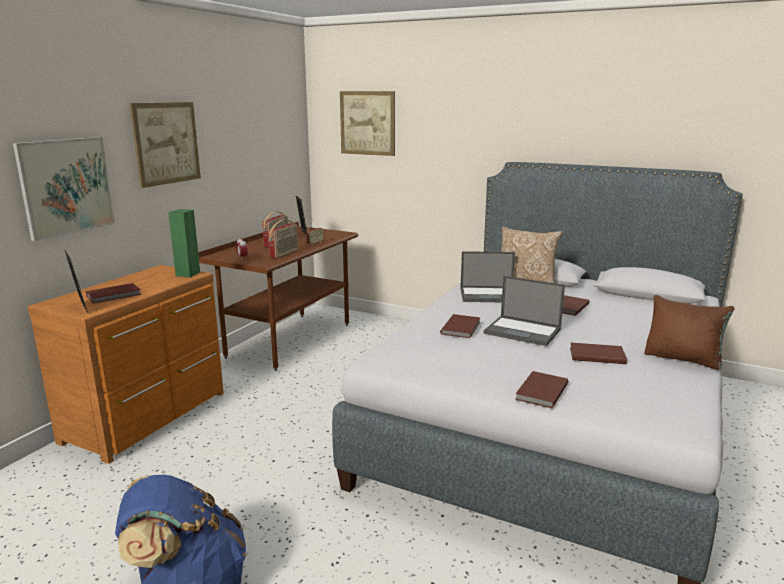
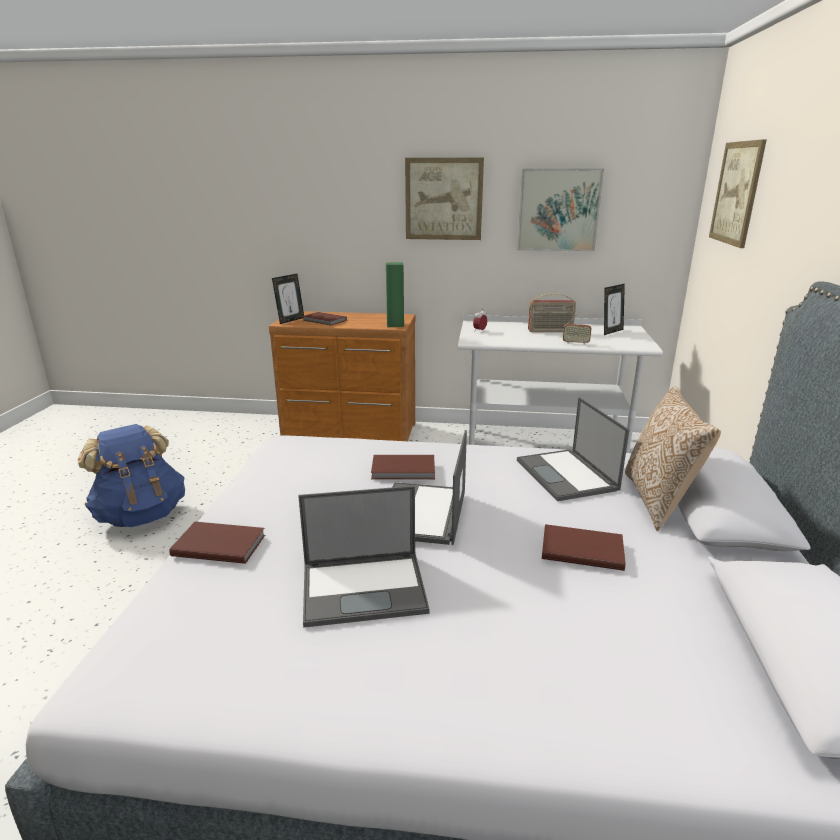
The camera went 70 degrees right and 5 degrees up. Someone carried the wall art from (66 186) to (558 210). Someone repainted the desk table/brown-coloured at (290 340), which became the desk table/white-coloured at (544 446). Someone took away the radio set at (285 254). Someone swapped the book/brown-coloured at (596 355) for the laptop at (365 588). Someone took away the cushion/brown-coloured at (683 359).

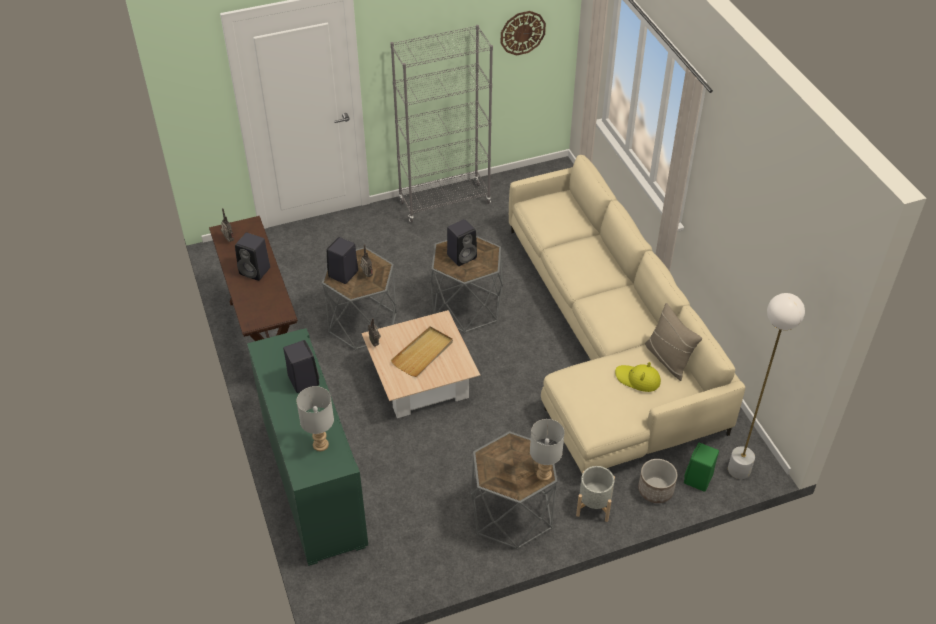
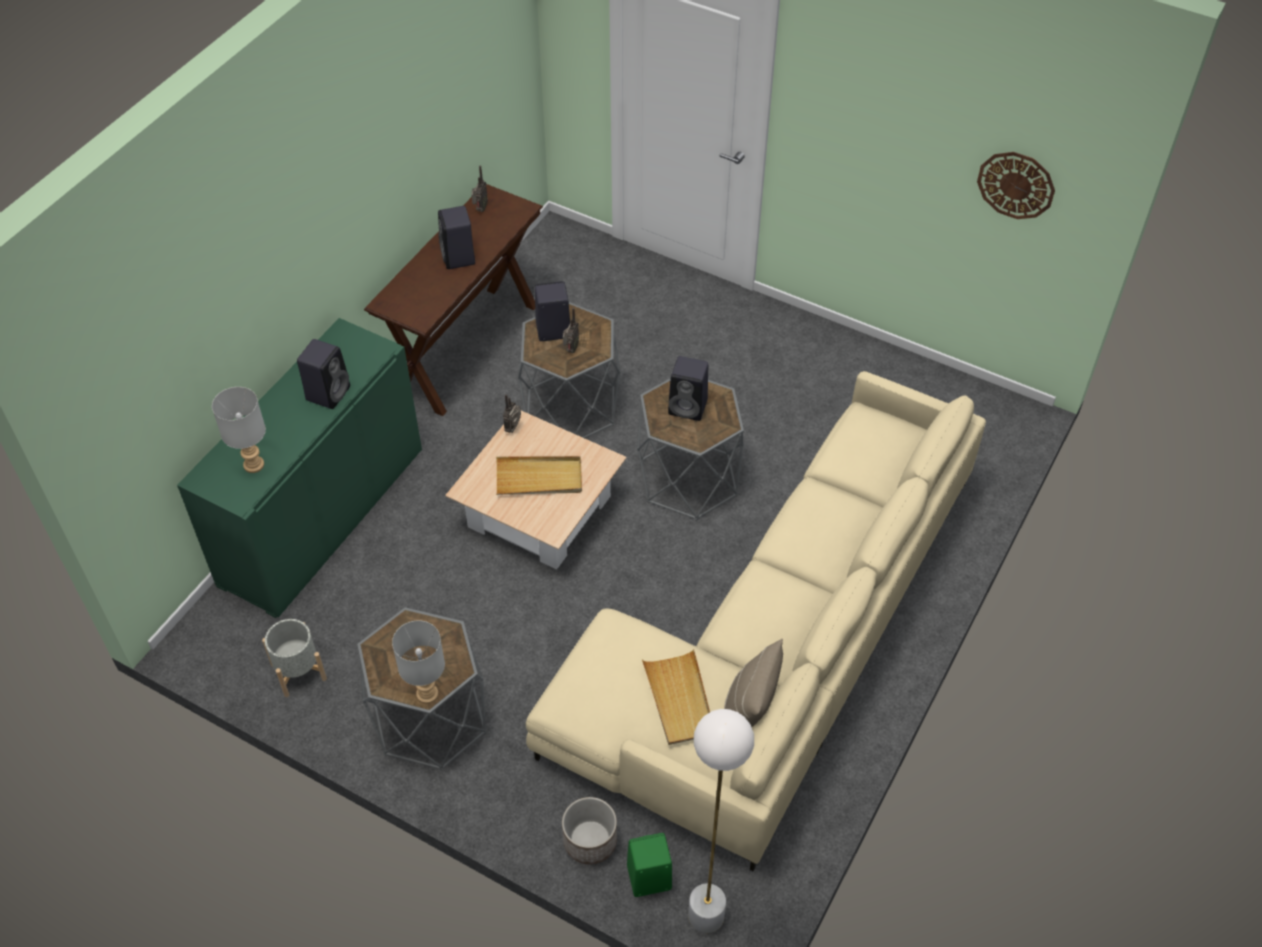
The camera went 50 degrees right and 5 degrees up. Someone took away the bookcase/greyish at (444 202). Someone carried the flower pot/greyish from (594 506) to (299 672). Someone swapped the wearable hat/yellowish at (637 379) for the carrying tray/beige-coloured at (679 700).

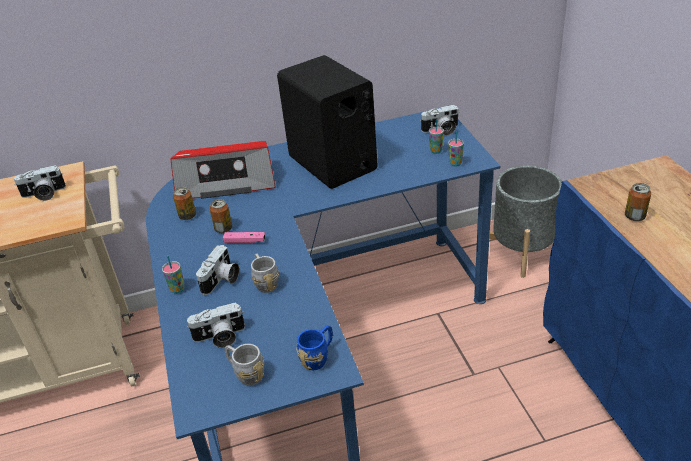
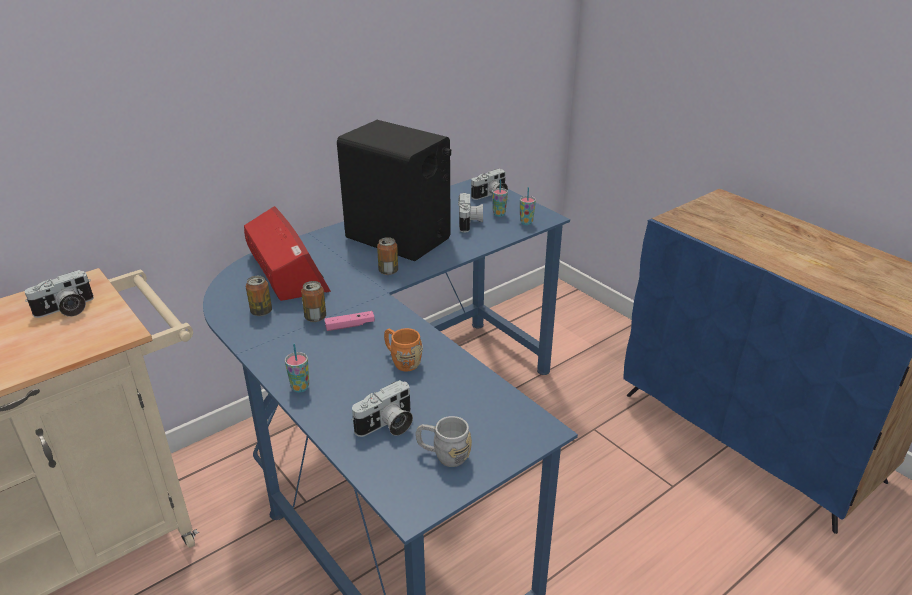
The camera went 25 degrees left and 5 degrees down. Someone rotated the radio set at (226 182) by 90 degrees counterclockwise. Someone carried the still camera from (221 280) to (470 223). Someone repainted the tea mug/greyish at (265 282), which became the tea mug/orange-coloured at (402 361). Someone took away the tea mug/bluish at (318 357). Someone took away the flower pot/greyish at (522 252). Someone carried the can from (635 216) to (388 271).

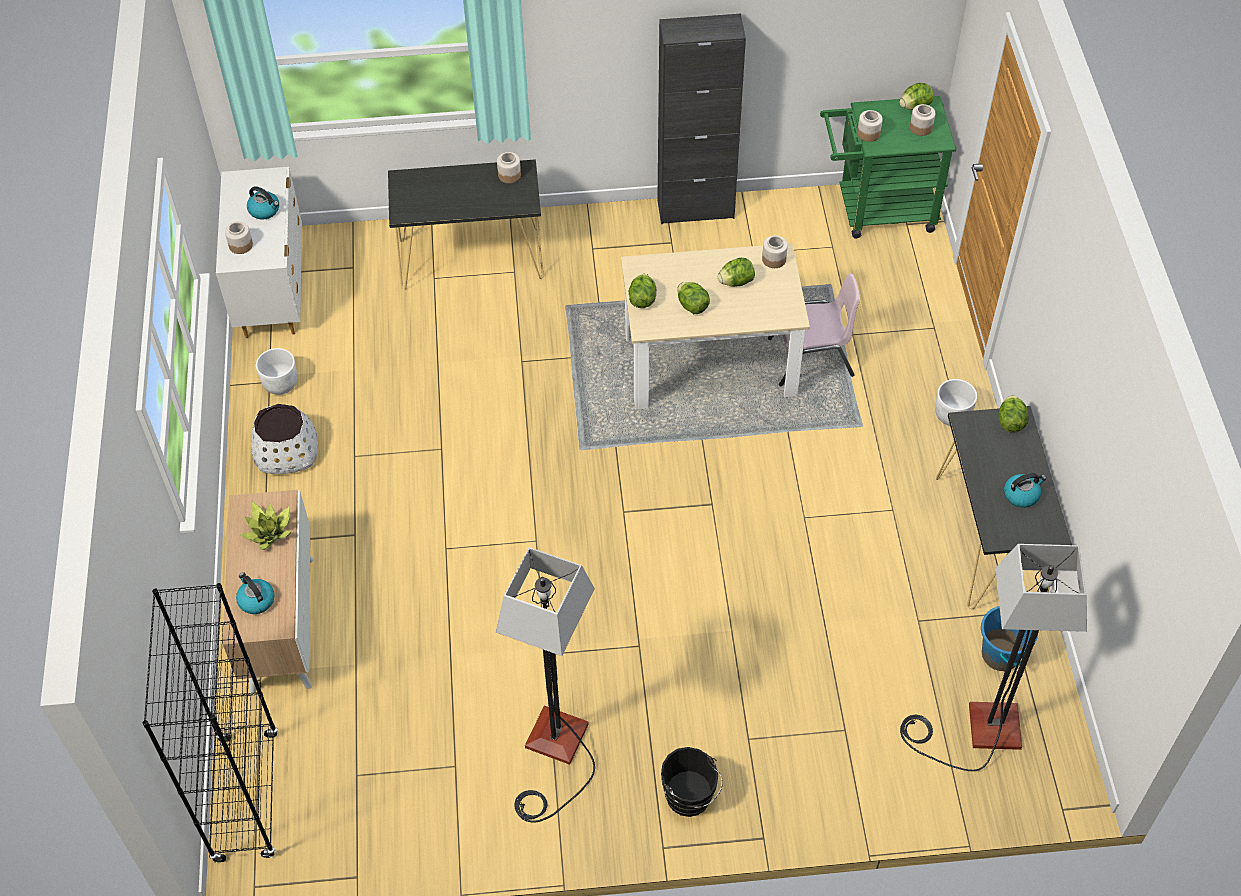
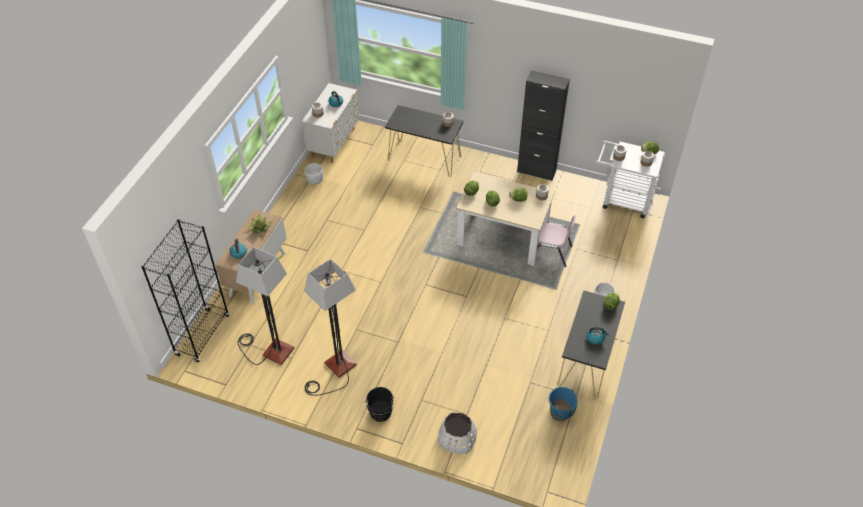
The camera went 25 degrees right and 5 degrees down. Someone carried the flower pot/white-coloured from (286 451) to (457 438). Someone repainted the wheeled cart/green-coloured at (877 210), which became the wheeled cart/white-coloured at (622 200). Someone carried the standard lamp from (977 731) to (270 350).

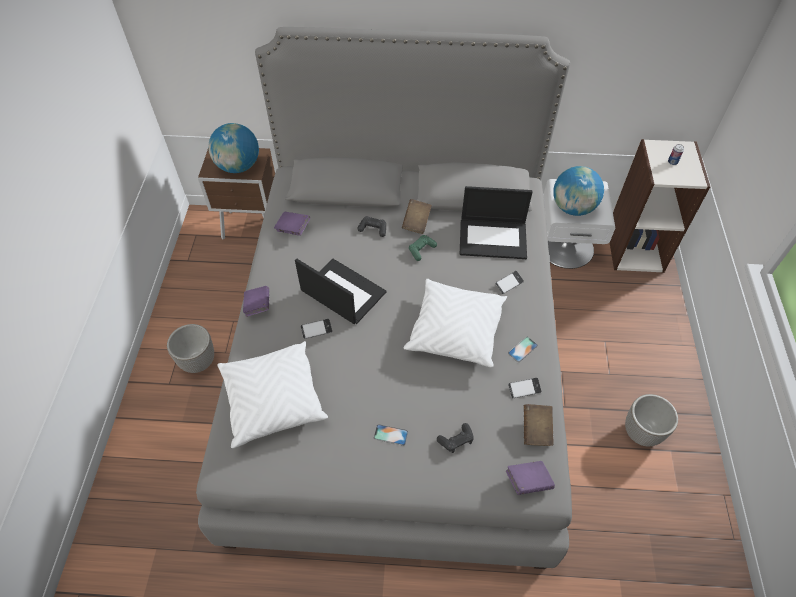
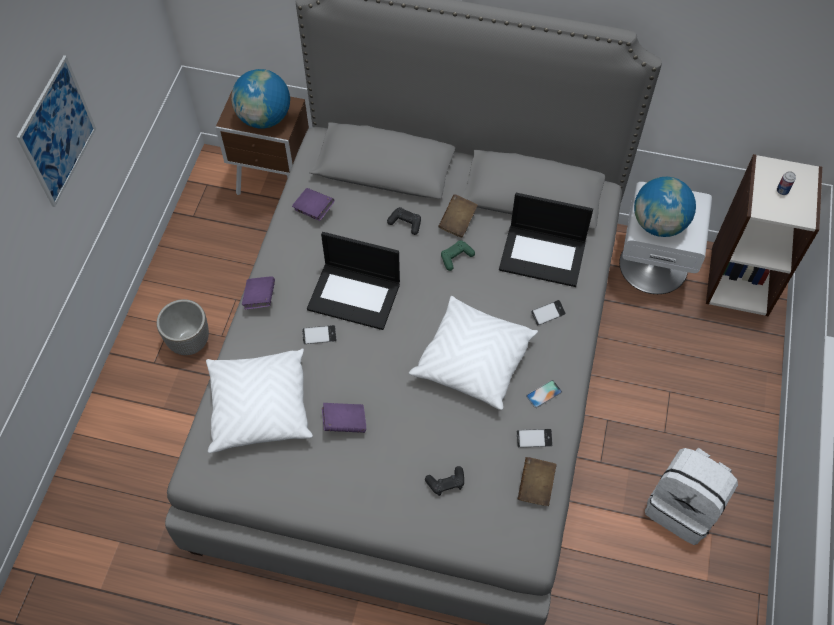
The camera went 10 degrees right and 5 degrees up. Someone rotated the laptop at (342 292) by 150 degrees clockwise. Someone took away the telephone at (390 435). Someone carried the book/purplish from (528 481) to (344 422). Someone swapped the flower pot at (641 432) for the knapsack/white-coloured at (683 507). Someone put up the wall art at (57 132).

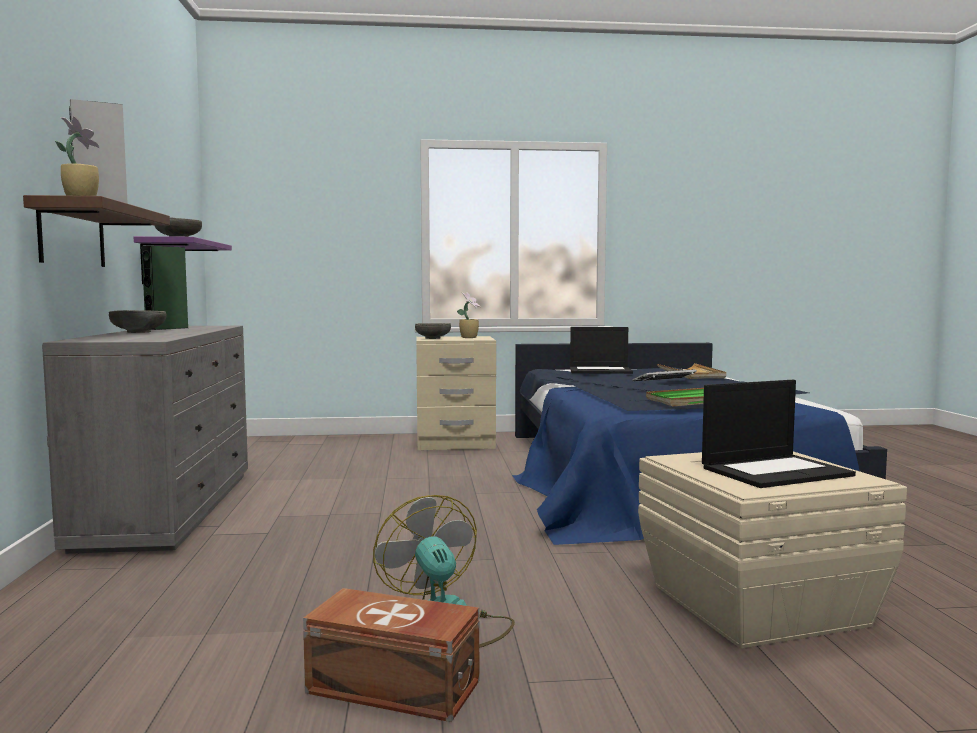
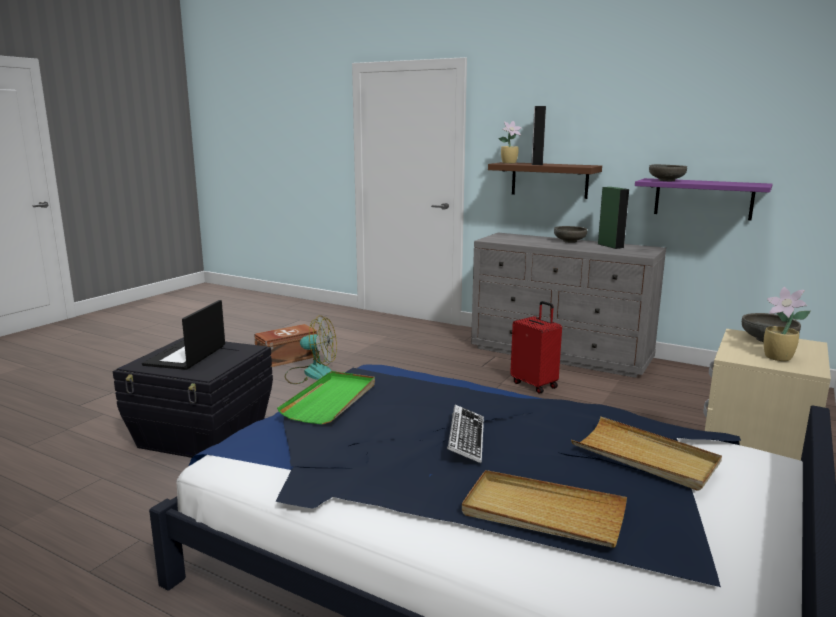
The camera went 125 degrees right and 10 degrees up. Someone swapped the laptop at (601 371) for the carrying tray/beige-coloured at (645 457). Someone repainted the storage container/beige-coloured at (757 604), which became the storage container/blackish at (203 435). Someone put down the suitcase/red at (535 384).

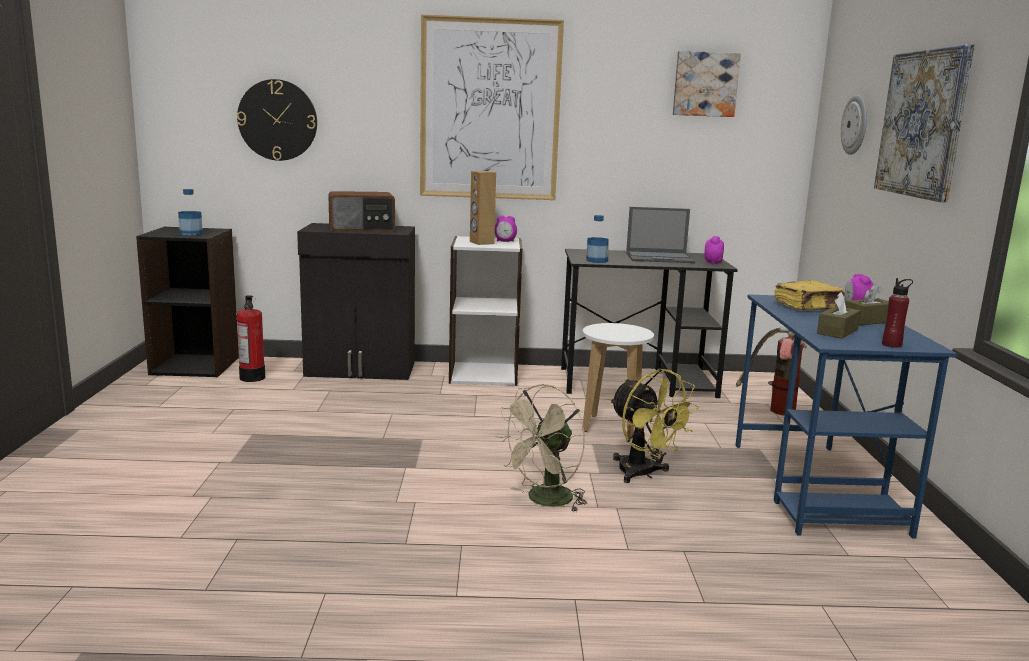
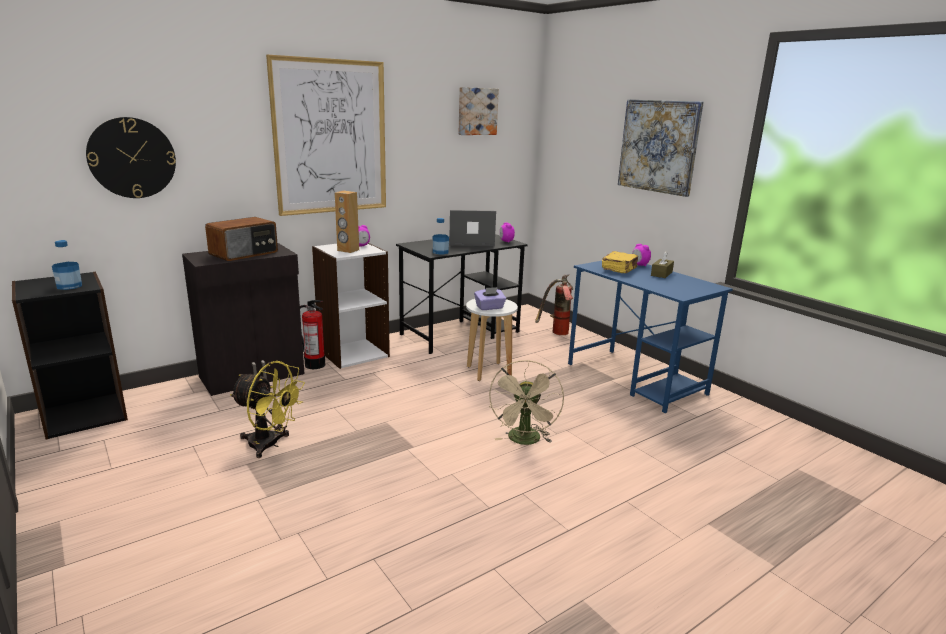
The camera went 35 degrees left and 5 degrees up. Someone carried the fire-fighting cylinder from (252 377) to (315 365). Someone carried the cooling fan/yellowish from (643 474) to (270 445). Someone rotated the laptop at (660 258) by 150 degrees counterclockwise. Someone took away the box of tissues/brown-coloured at (837 332). Someone took away the clock on the wall at (855 125). Someone took away the bottle/red at (891 345). Someone put down the box of tissues/purplish at (489 307).

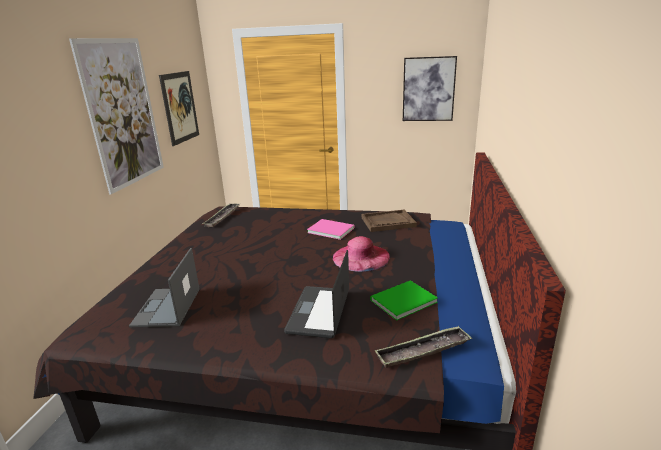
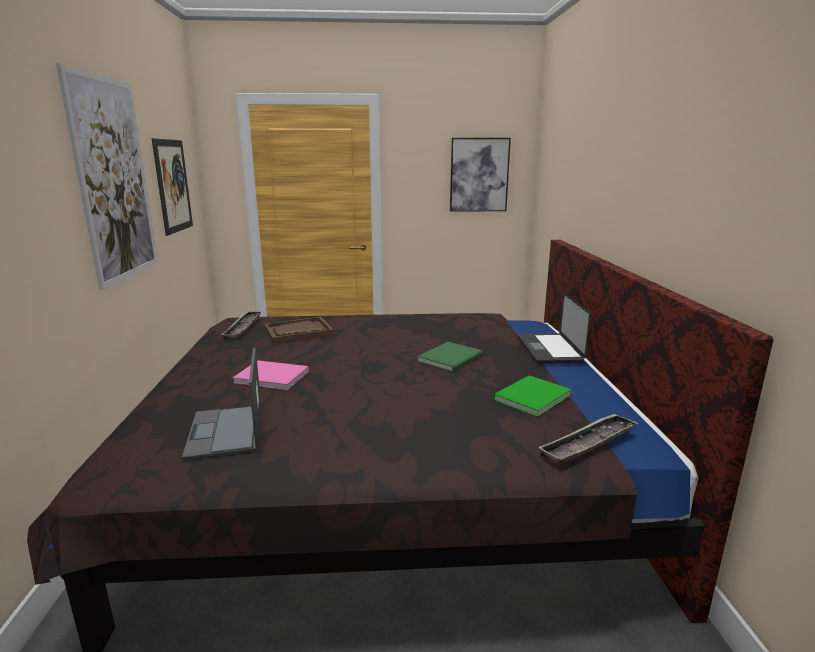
The camera went 15 degrees left and 5 degrees down. Someone carried the laptop from (319 312) to (549 349). Someone carried the book/pinkish from (330 229) to (271 376). Someone swapped the wearable hat/pinkish at (361 257) for the book/green-coloured at (452 358). Someone carried the carrying tray/brown-coloured from (388 222) to (298 332).

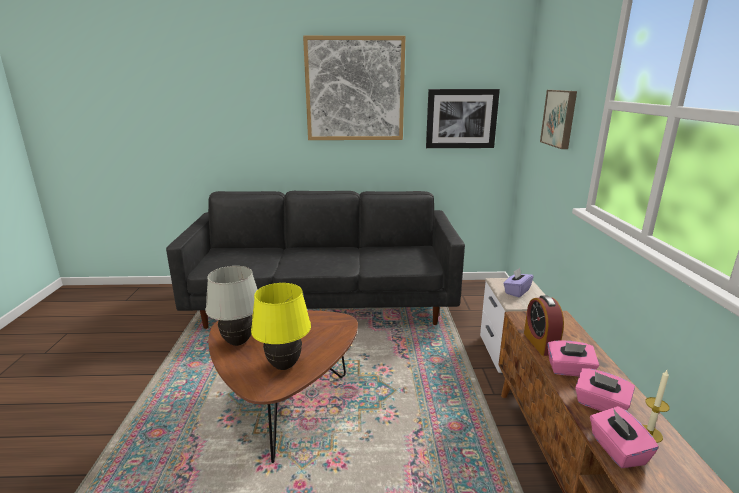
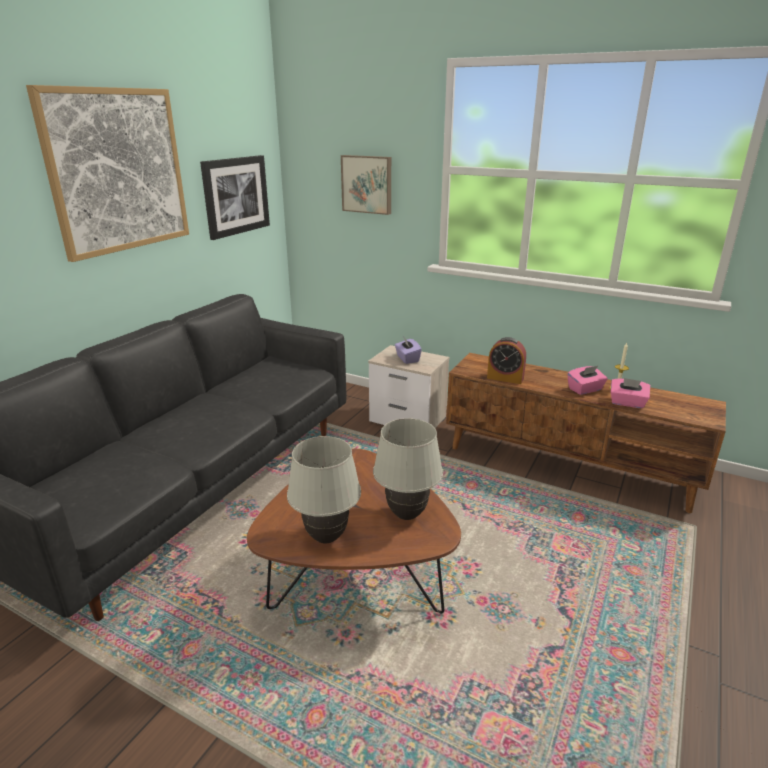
The camera went 60 degrees left and 5 degrees up. Someone repainted the lamp for a table/yellowish at (284 366), which became the lamp for a table/white-coloured at (407 515). Someone took away the box of tissues/pinkish at (569 370).

